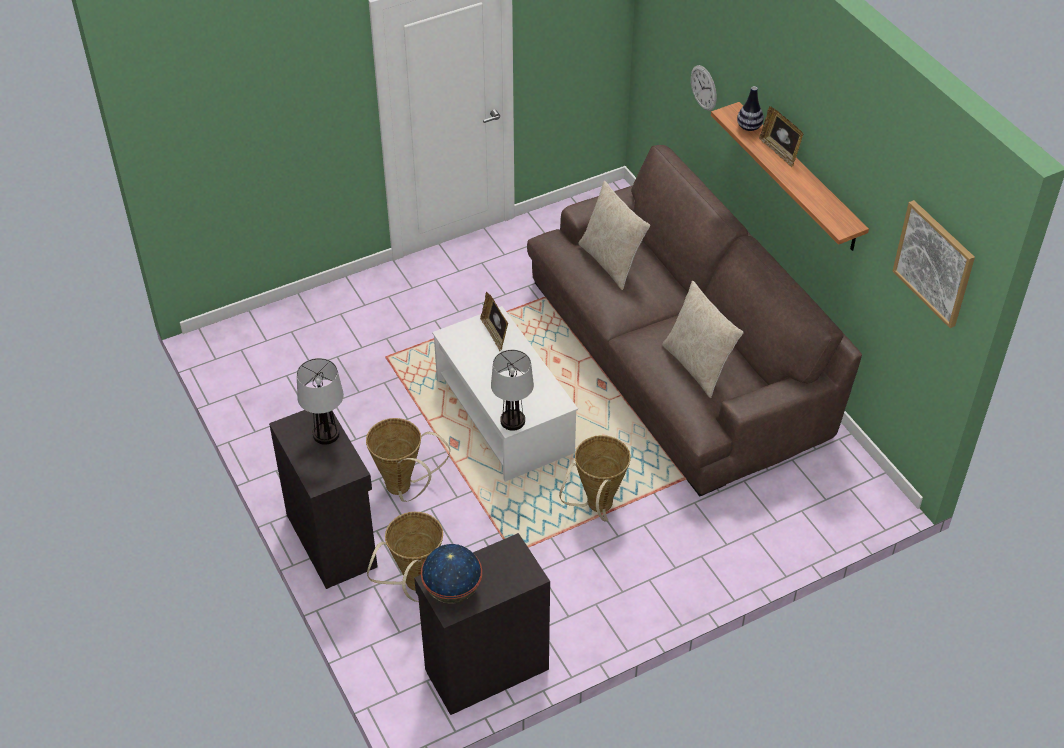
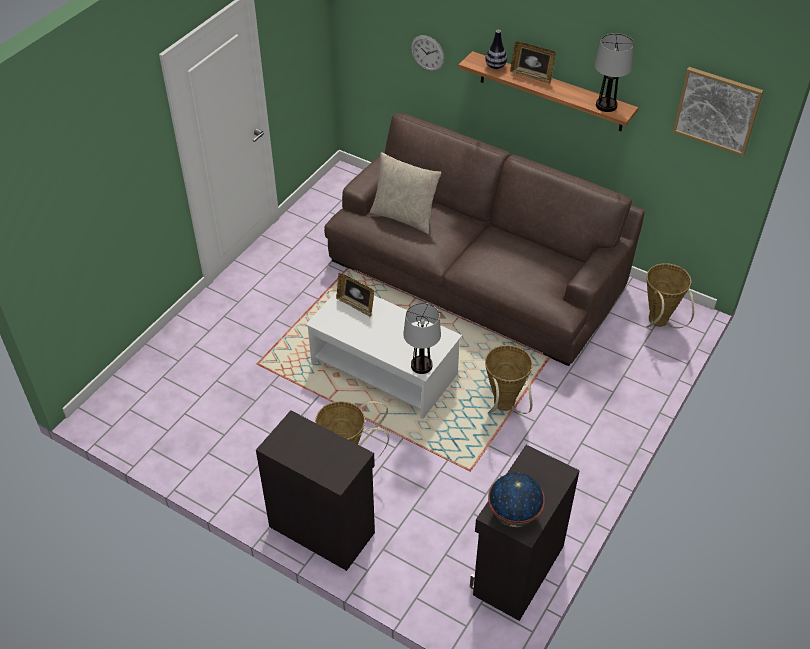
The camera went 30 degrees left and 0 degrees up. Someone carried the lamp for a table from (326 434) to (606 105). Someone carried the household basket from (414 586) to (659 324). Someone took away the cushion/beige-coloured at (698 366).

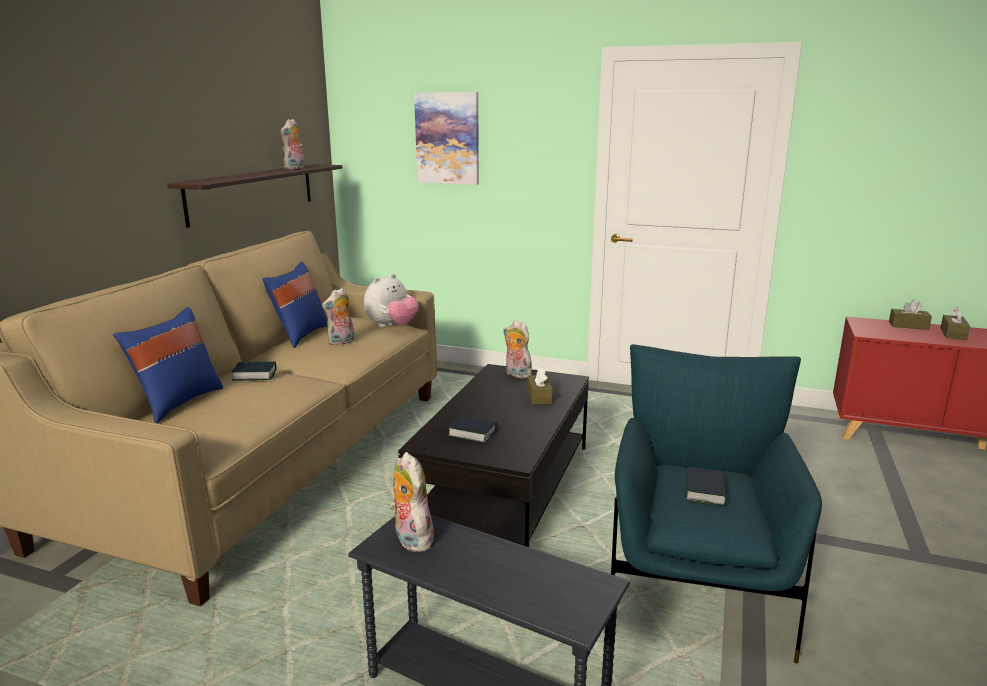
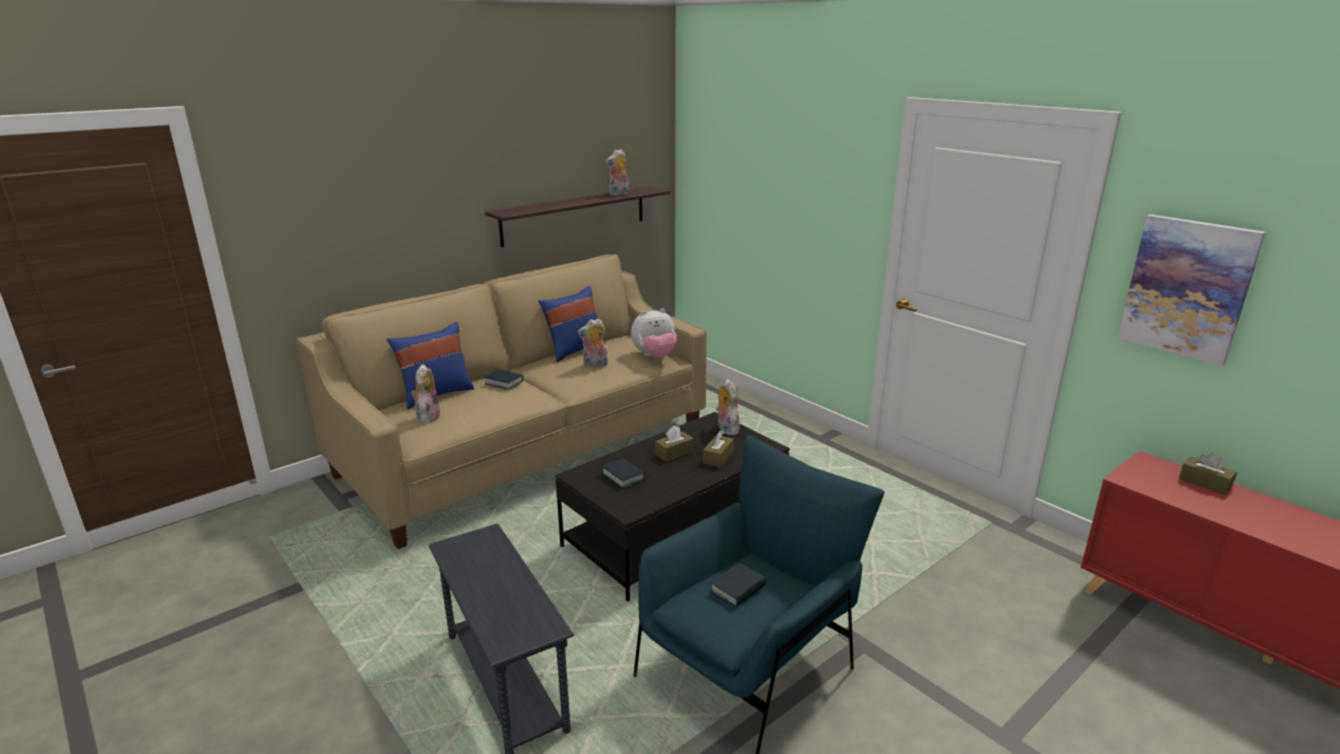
The camera went 30 degrees right and 5 degrees up. Someone carried the soft toy from (410 539) to (427 416). Someone carried the wall art from (447 138) to (1187 288). Someone carried the box of tissues/brown-coloured from (953 334) to (674 453).

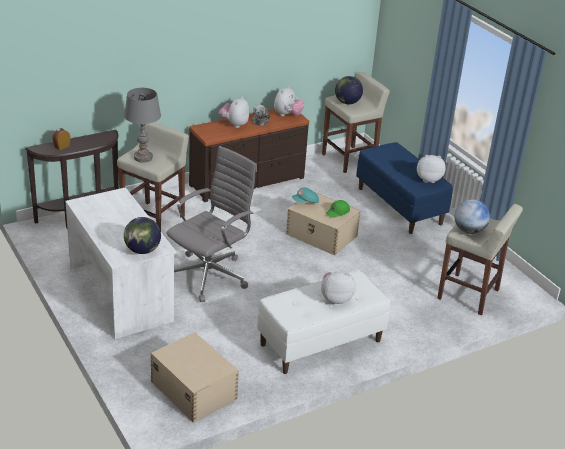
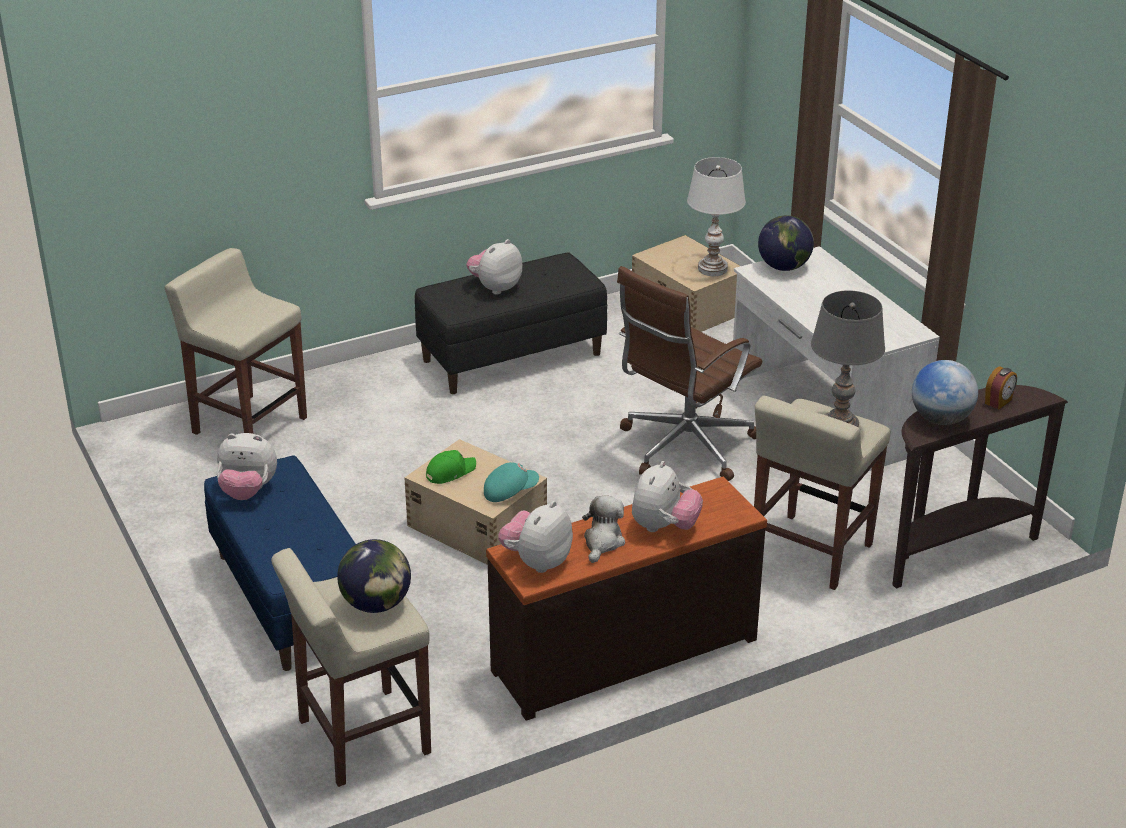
The camera went 175 degrees left and 0 degrees up. Someone repainted the desk chair/greyish at (210 275), which became the desk chair/brown-coloured at (684 447). Someone repainted the indoor bench/white-coloured at (320 343), which became the indoor bench/blackish at (512 357). Someone rotated the soft toy at (336 298) by 135 degrees clockwise. Someone carried the globe from (469 231) to (941 419). Someone put down the lamp for a table/white-coloured at (712 269).

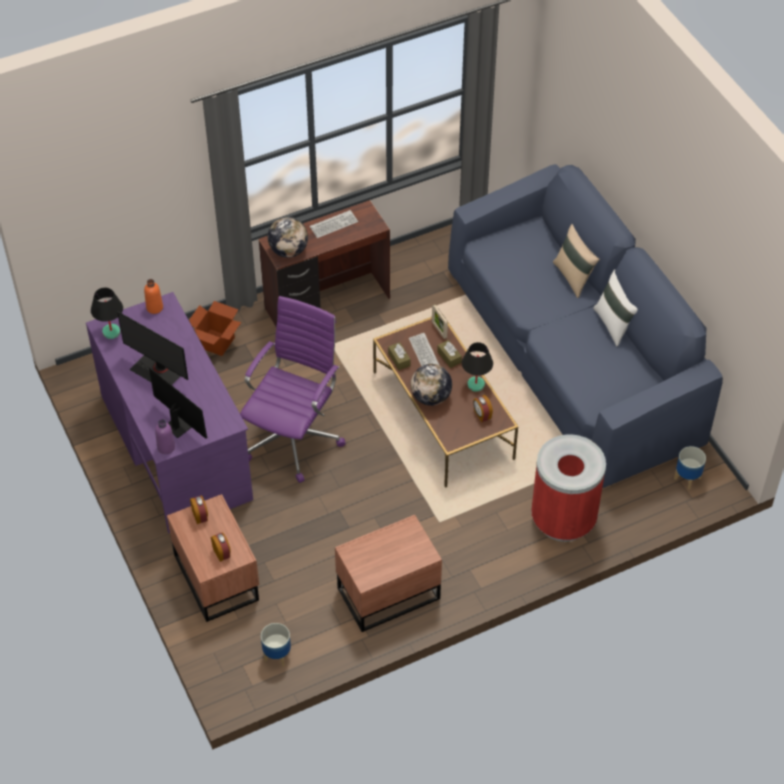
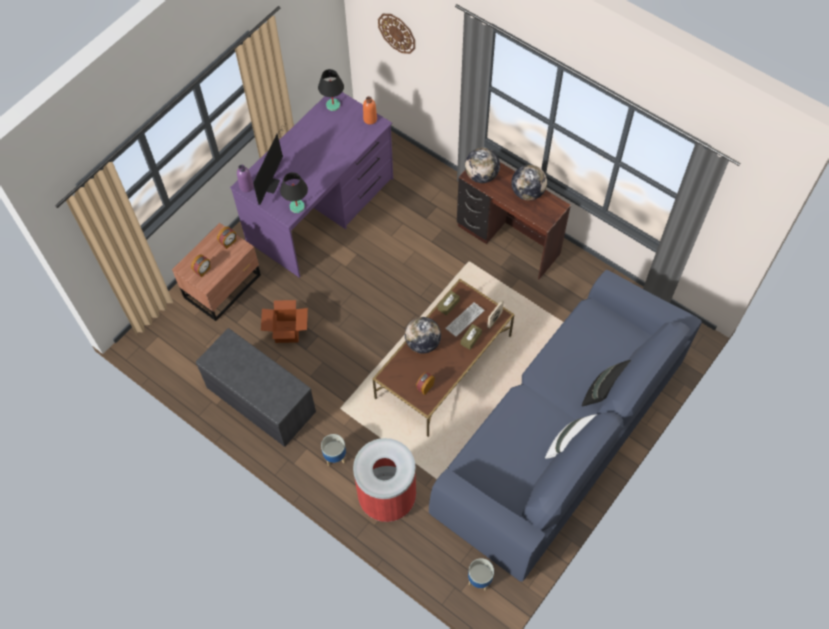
The camera went 65 degrees right and 10 degrees up. Someone took away the computer screen at (158 370). Someone carried the cardboard box from (216 342) to (287 331). Someone took away the desk chair/purplish at (294 437). Someone carried the flower pot from (276 655) to (335 456). Someone swapped the computer keyboard at (334 225) for the globe at (527 192). Someone swapped the night table/brown-coloured at (386 592) for the indoor bench/greyish at (259 400). Someone carried the lamp for a table/blackish from (476 384) to (297 206). Someone repainted the cushion/beige-coloured at (574 277), which became the cushion/blackish at (603 394). Someone put up the clock on the wall at (397 33).

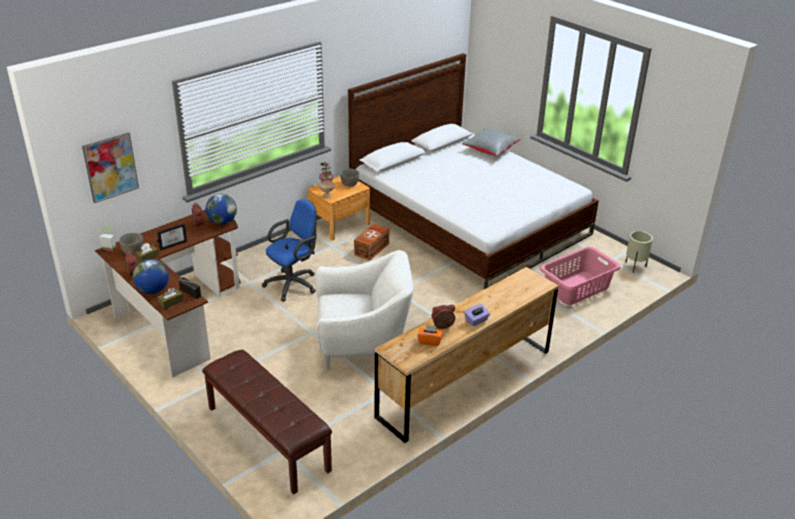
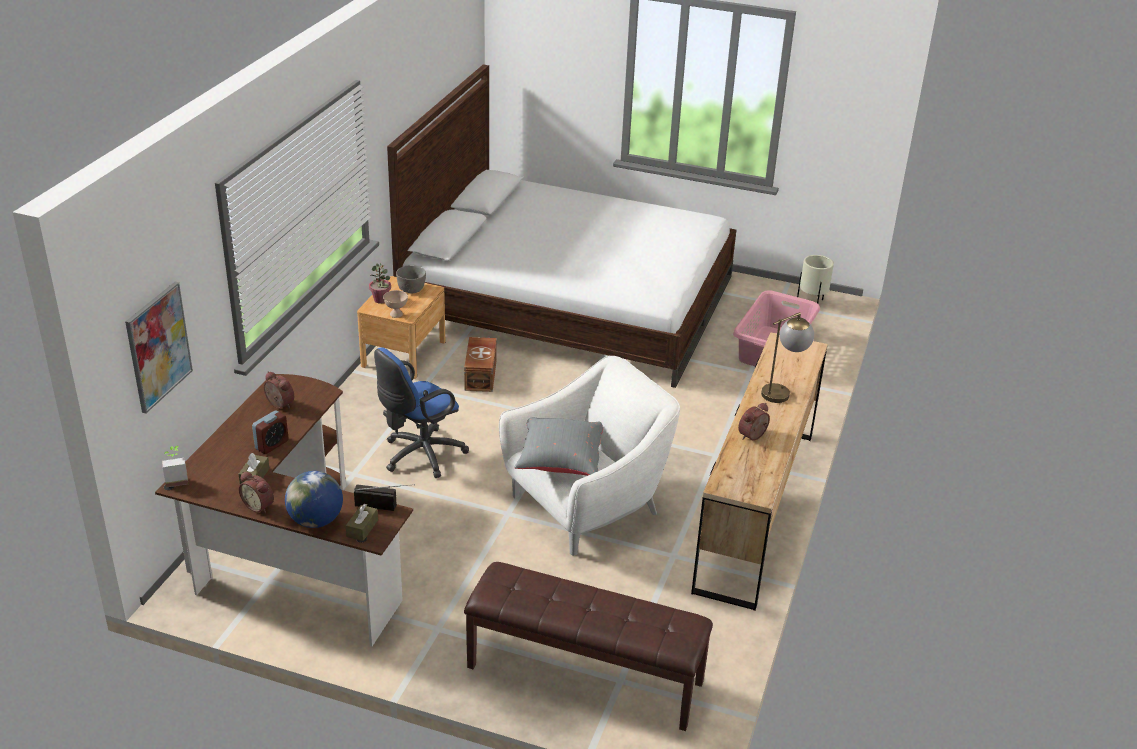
The camera went 30 degrees left and 0 degrees up. Someone took away the bowl/greyish at (133 251). Someone swapped the standing frame at (172 244) for the alarm clock at (272 445). Someone took away the globe at (222 222). Someone rotated the desk chair/bluish at (294 284) by 150 degrees counterclockwise. Someone took away the box of tissues/orange-coloured at (429 341). Someone carried the cushion/greyish from (490 150) to (560 460). Someone took away the box of tissues/purplish at (476 321). Someone put down the lamp for a table at (782 391).

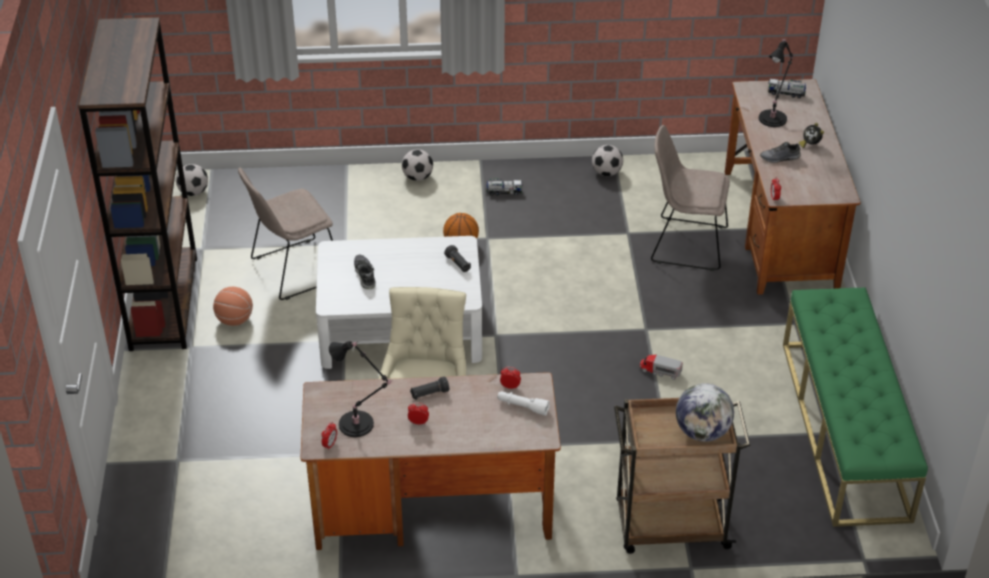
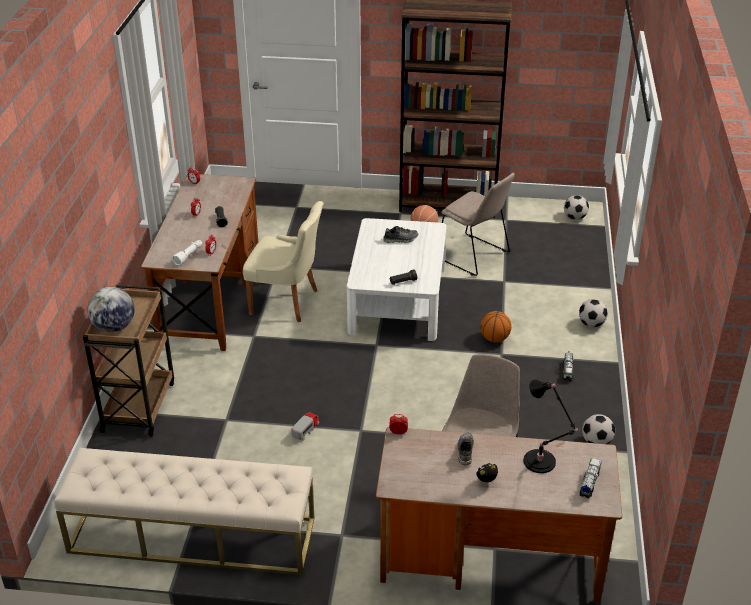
The camera went 100 degrees right and 5 degrees down. Someone rotated the plain chair/beige-coloured at (293 270) by 150 degrees clockwise. Someone took away the lamp for a table/blackish at (359 425). Someone repainted the indoor bench/green-coloured at (845 429), which became the indoor bench/beige-coloured at (192 535).

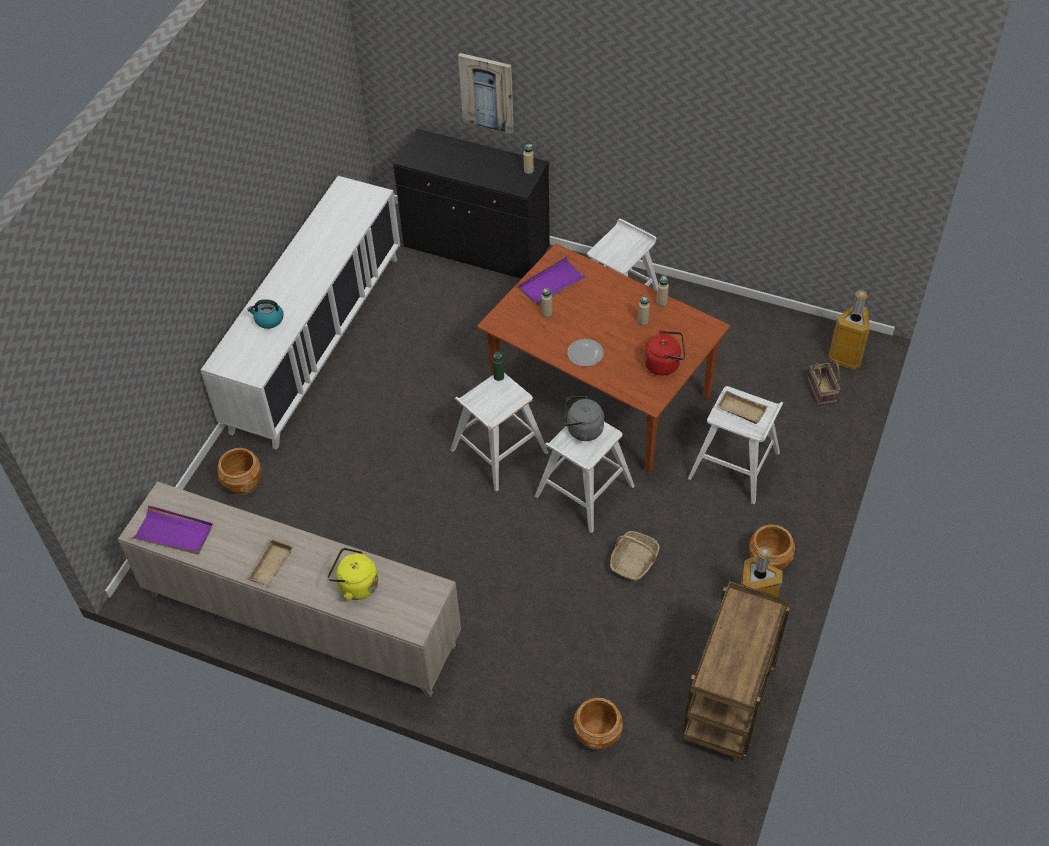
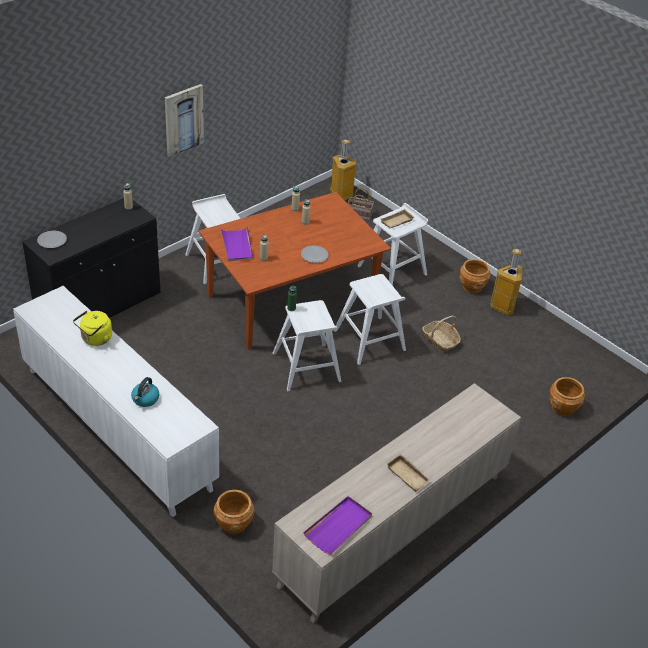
The camera went 70 degrees left and 10 degrees down. Someone carried the kettle/yellowish from (355 585) to (95 339). Someone carried the wall art from (487 92) to (183 120). Someone took away the kettle/greyish at (582 430). Someone took away the kettle/red at (664 364). Someone took away the wheeled cart/brown-coloured at (729 706). Someone put down the flat dish at (52 240).

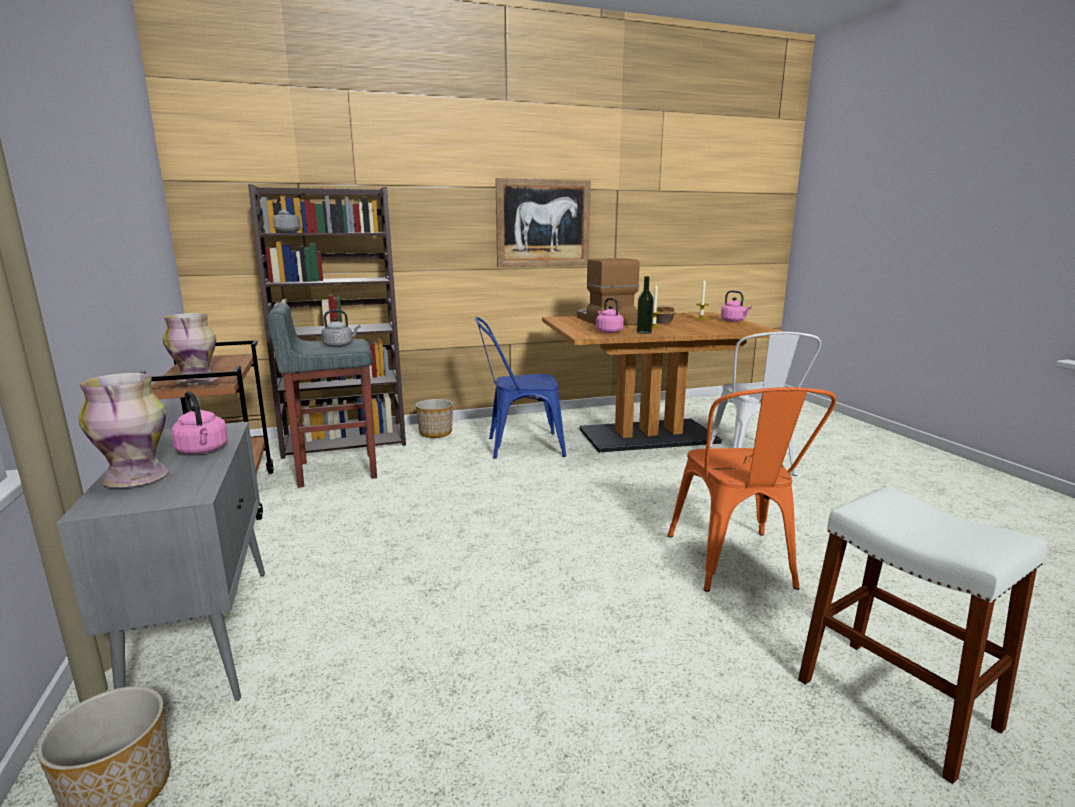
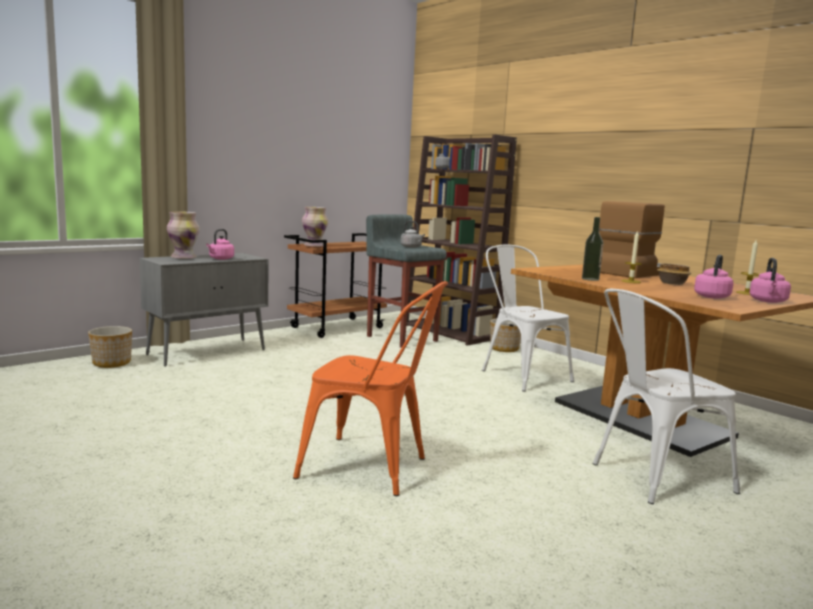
The camera went 65 degrees right and 5 degrees down. Someone repainted the plain chair/bluish at (518 446), which became the plain chair/white-coloured at (520 374). Someone took away the wall art at (543 223). Someone carried the kettle/pinkish from (608 331) to (712 296). Someone rotated the plain chair/orange-coloured at (736 565) by 135 degrees counterclockwise. Someone took away the stool/white-coloured at (896 703).

